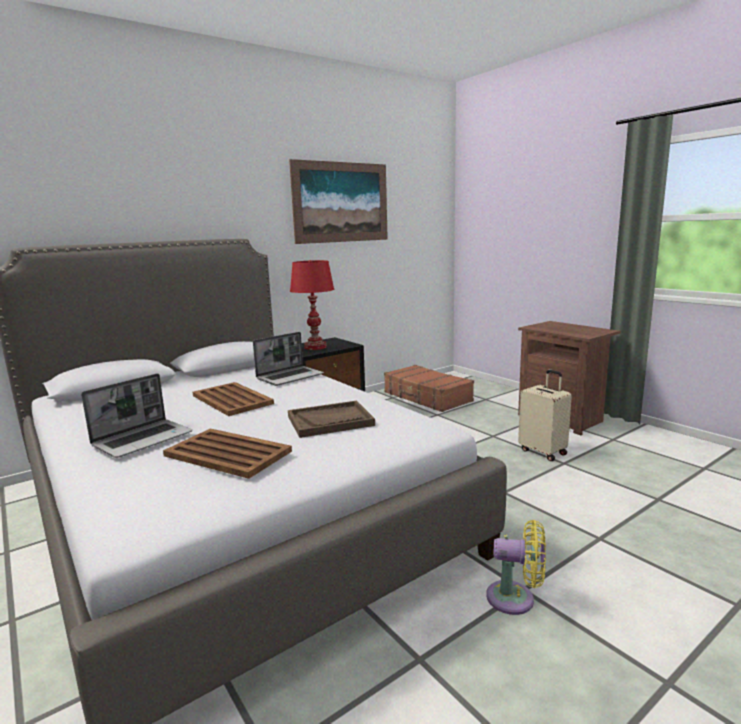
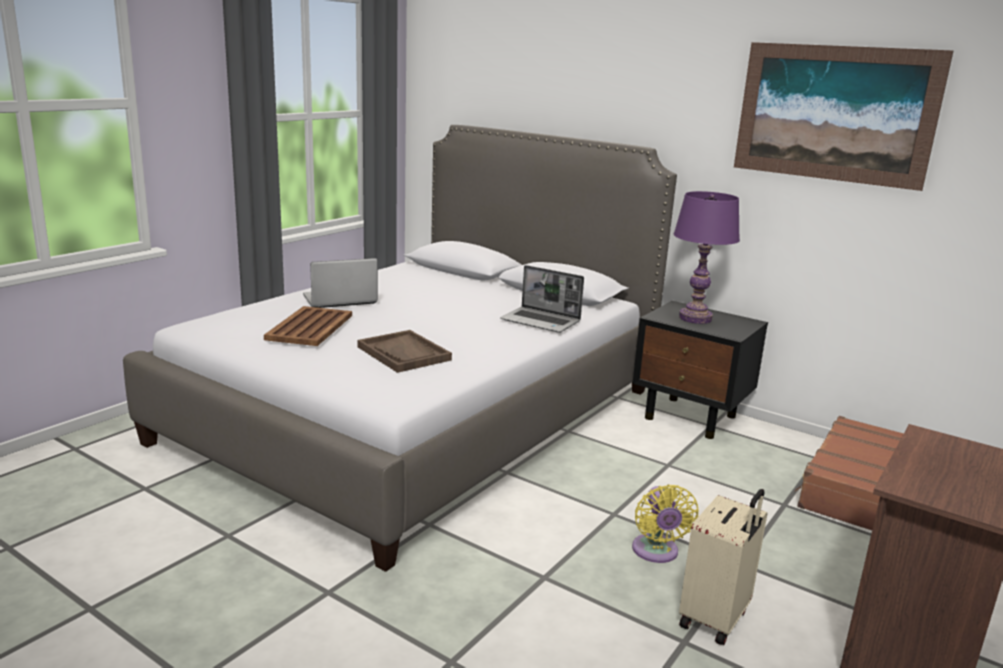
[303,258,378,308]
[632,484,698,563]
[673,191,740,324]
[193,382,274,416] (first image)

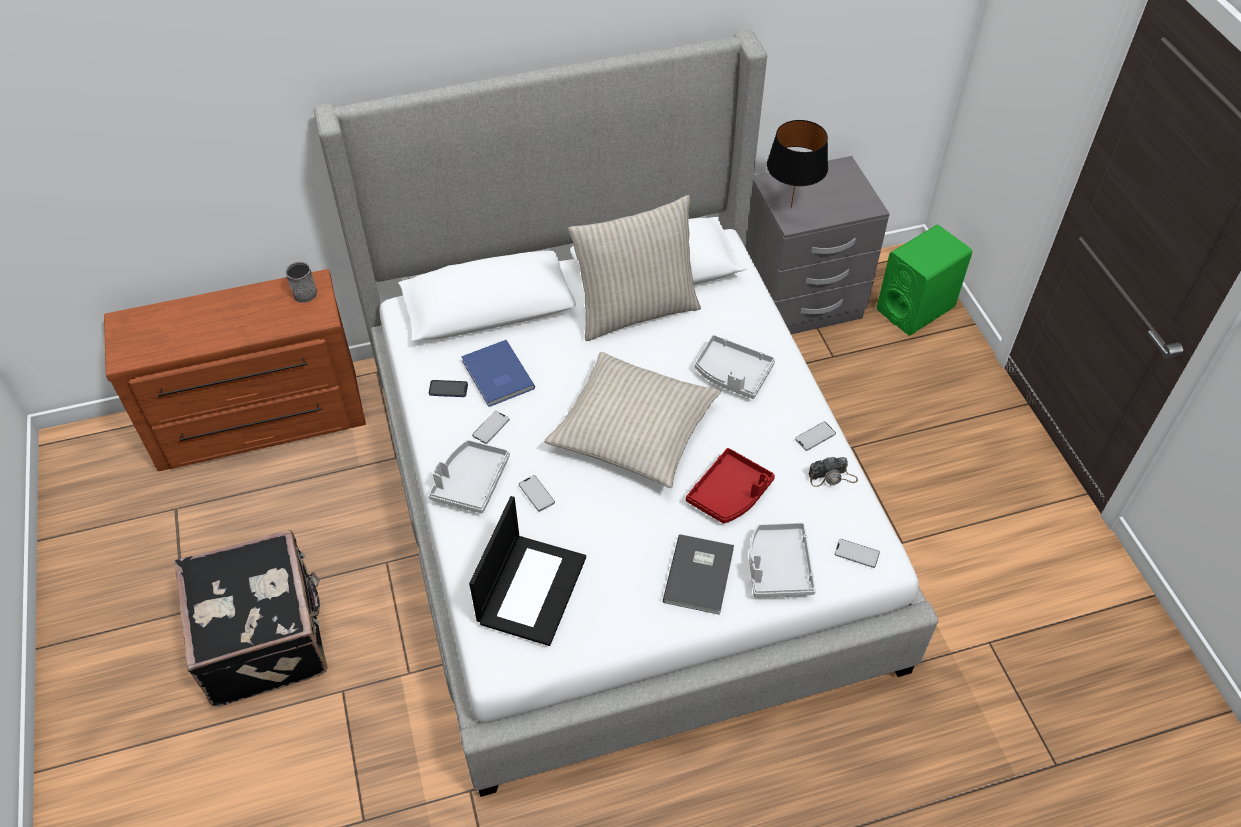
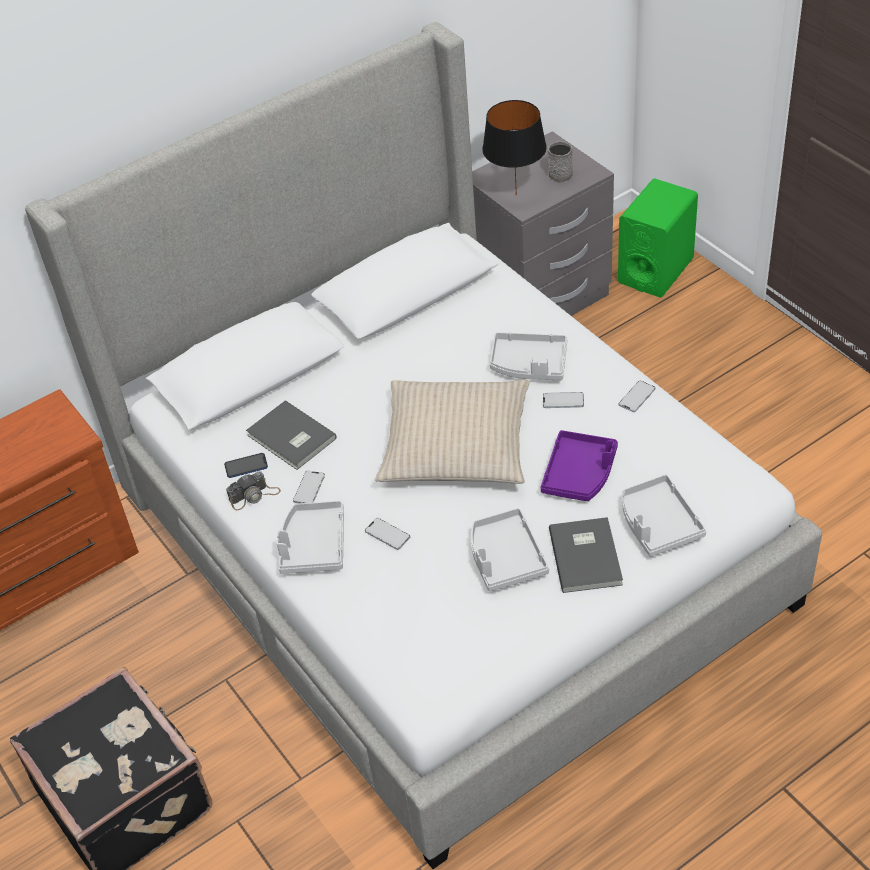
[226,472,281,510]
[246,400,337,470]
[471,508,549,592]
[541,430,618,501]
[543,392,584,408]
[547,141,572,183]
[469,496,586,646] (first image)
[568,195,701,341] (first image)

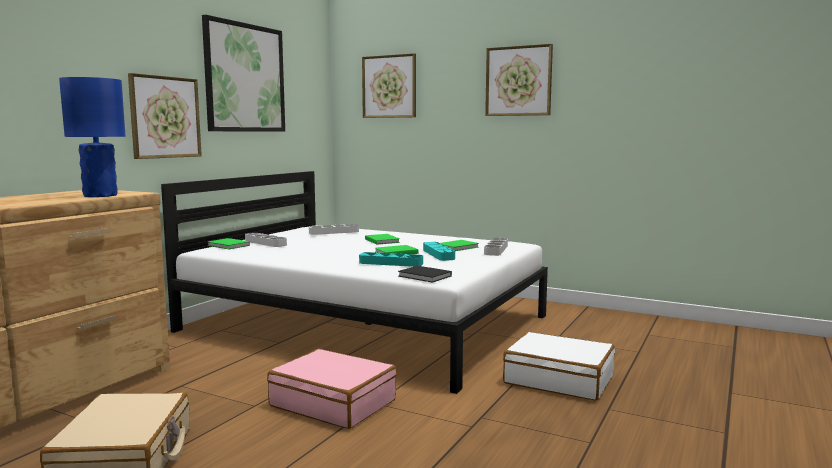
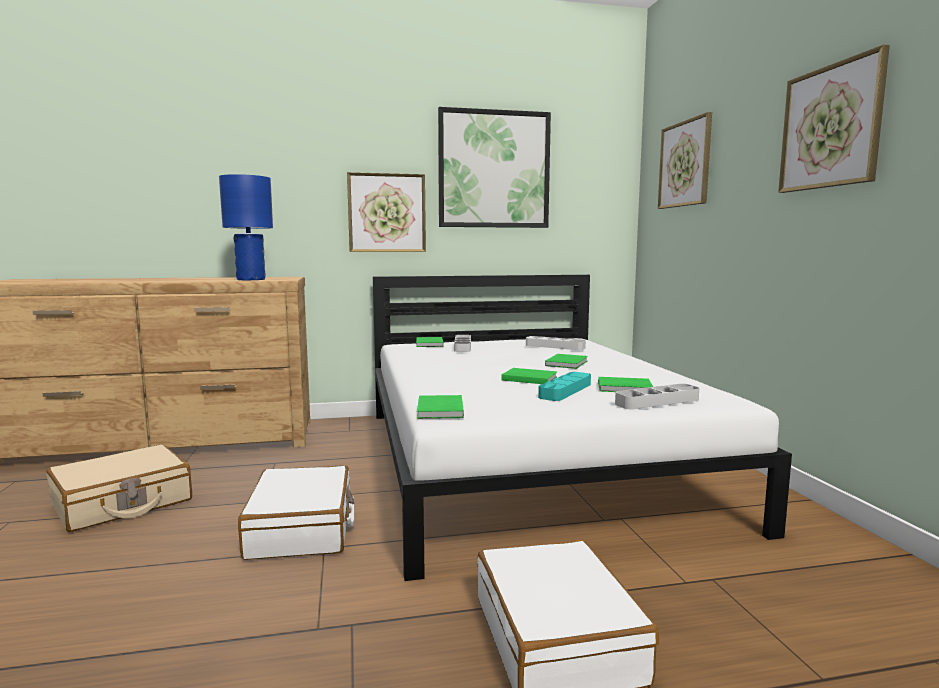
[238,465,354,560]
[417,395,464,419]
[359,252,423,267] (first image)

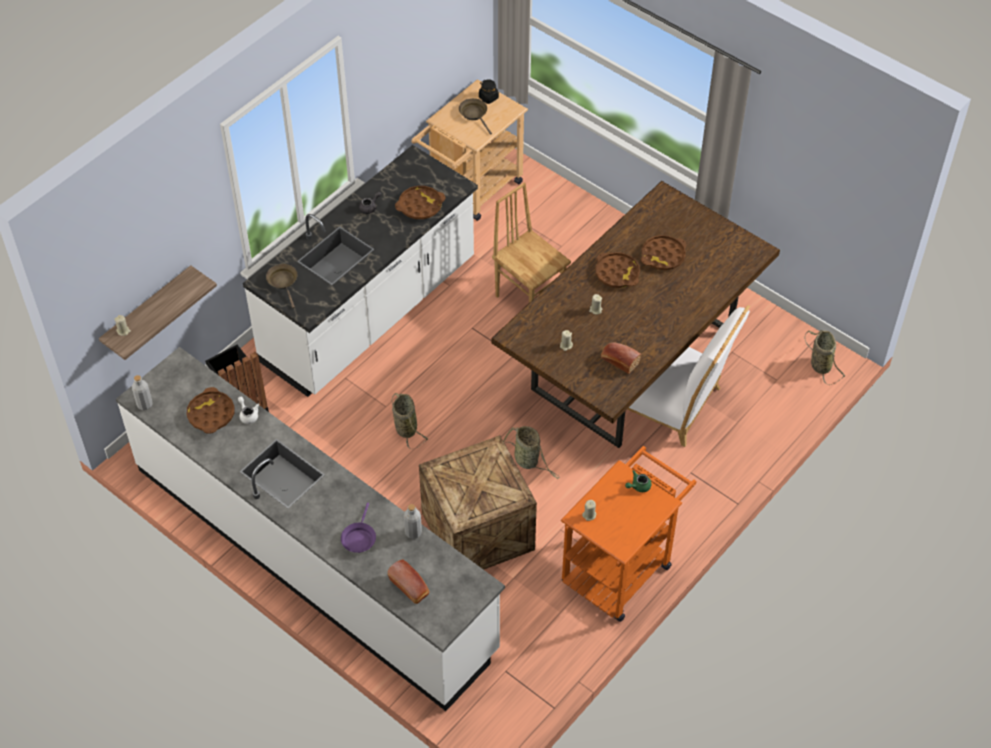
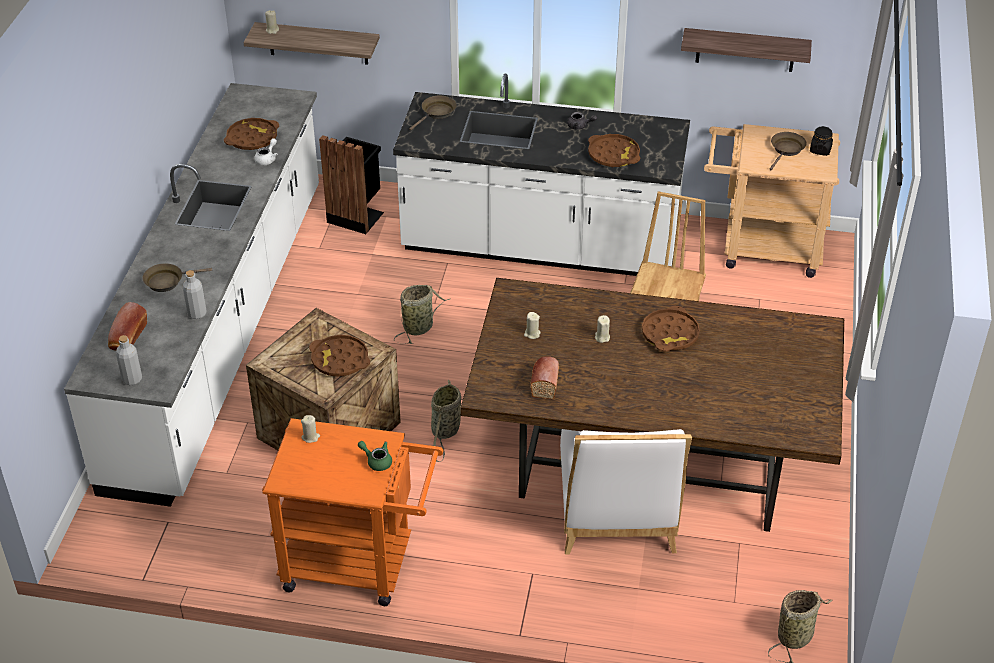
[116,335,142,385]
[142,263,212,292]
[309,335,370,377]
[681,28,812,72]

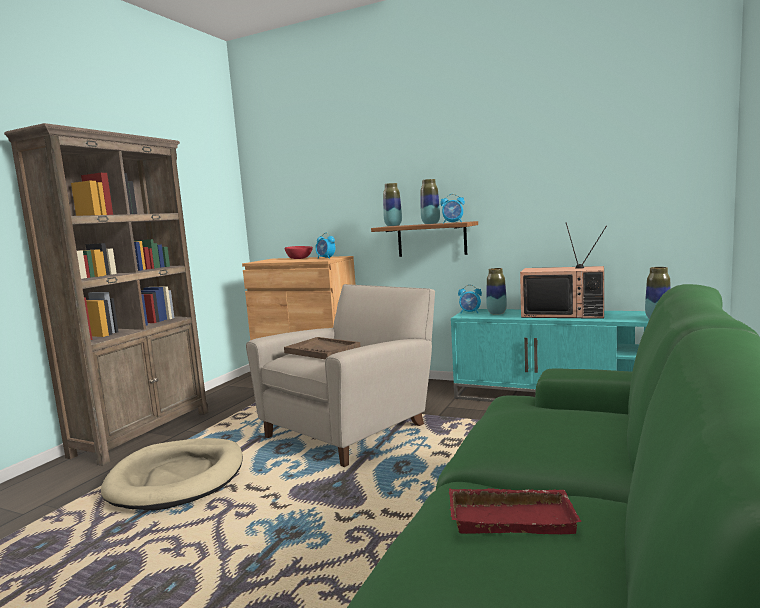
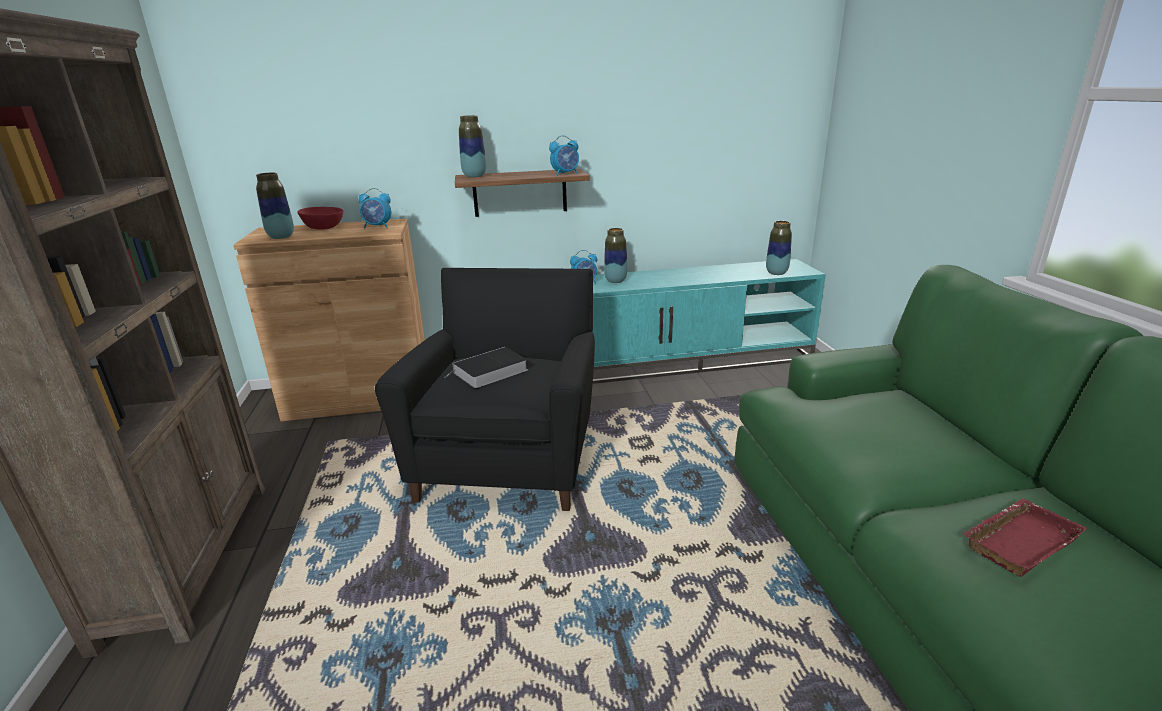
[256,173,294,239]
[375,268,595,511]
[445,347,528,388]
[101,438,243,511] (first image)
[520,222,607,319] (first image)

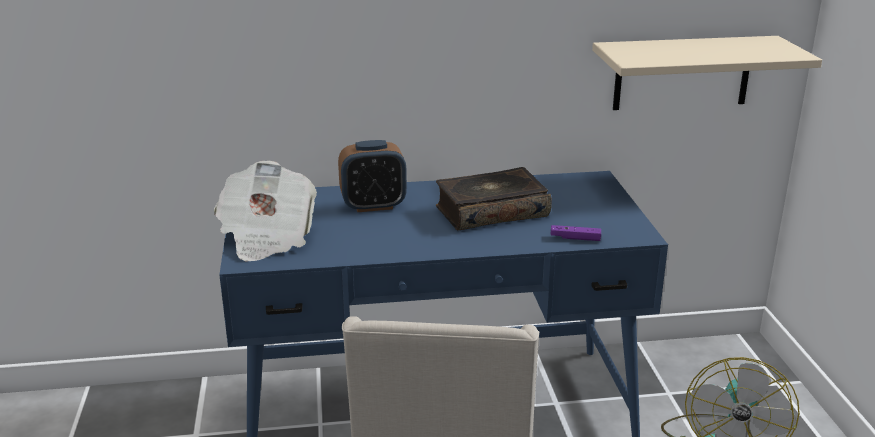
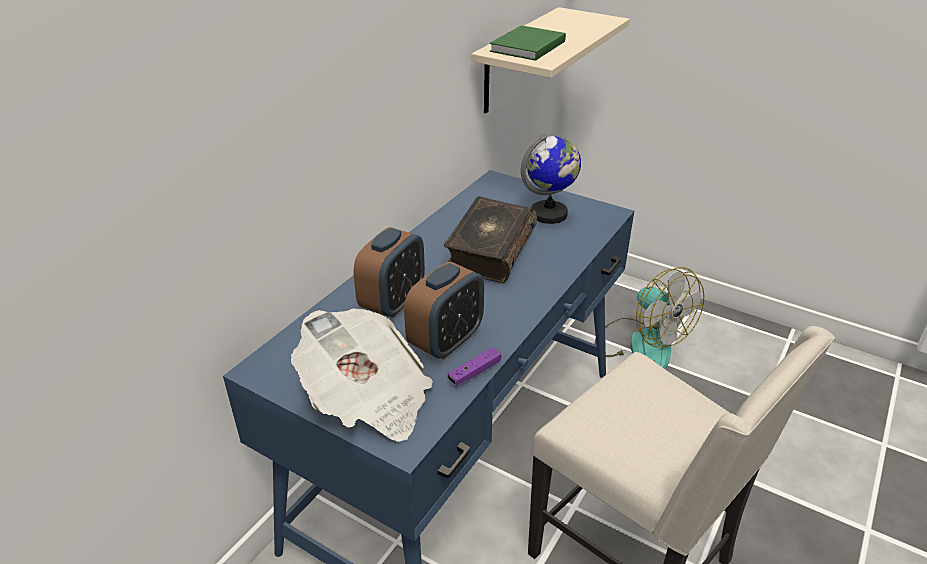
[404,262,484,359]
[448,347,501,386]
[490,25,566,61]
[521,133,581,224]

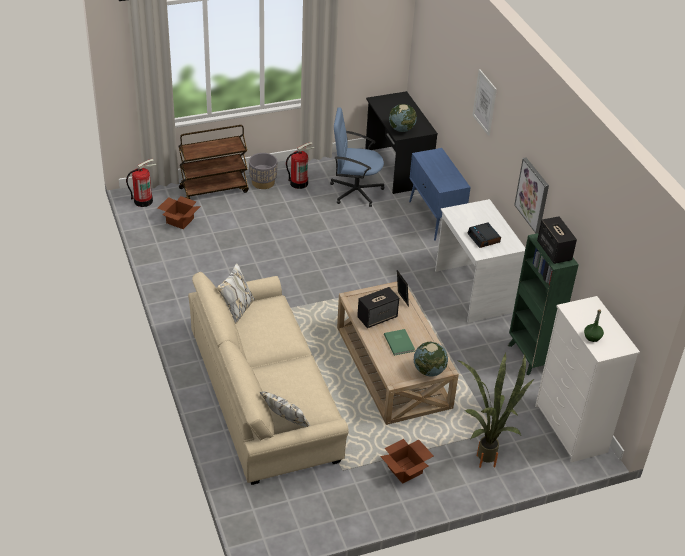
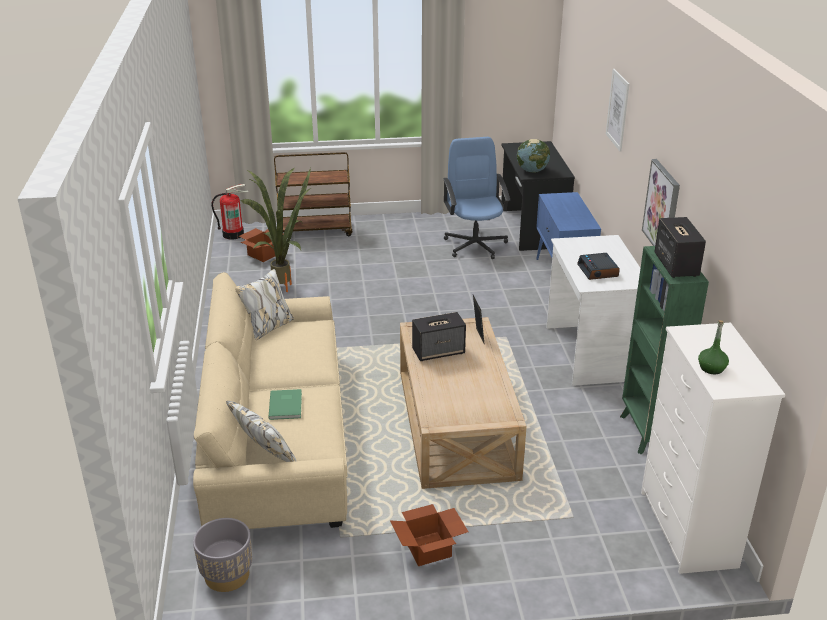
[193,518,252,592]
[240,168,311,292]
[268,389,302,420]
[443,137,510,259]
[286,142,314,189] (first image)
[414,342,448,377] (first image)

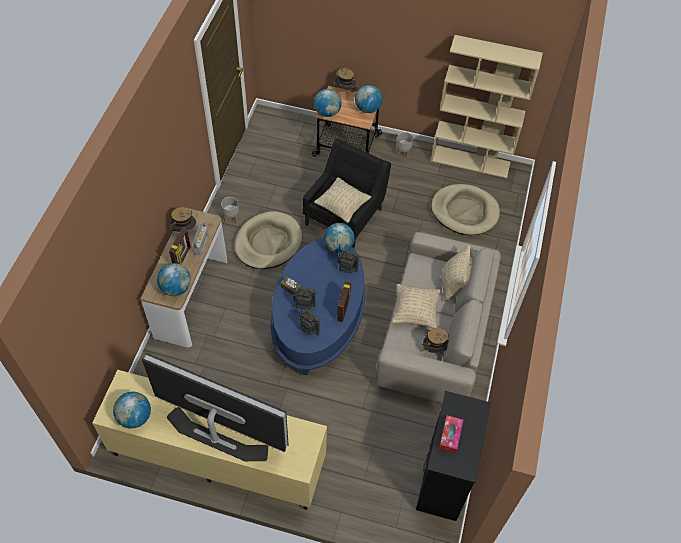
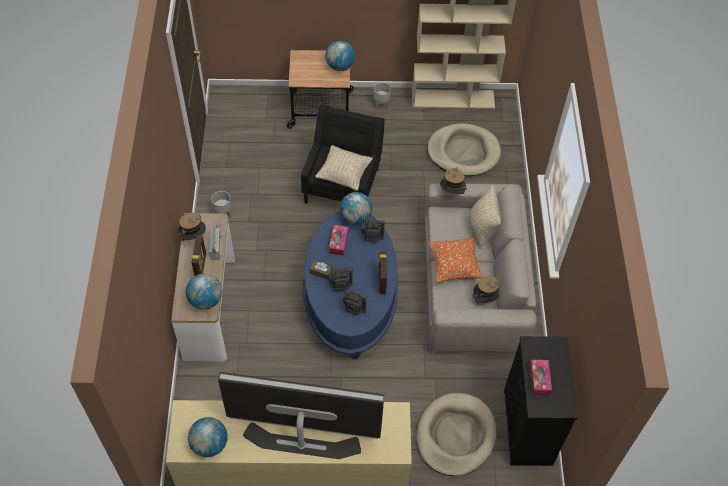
[329,225,349,256]
[417,393,497,476]
[429,238,482,283]
[440,168,467,194]
[314,89,342,117] (first image)

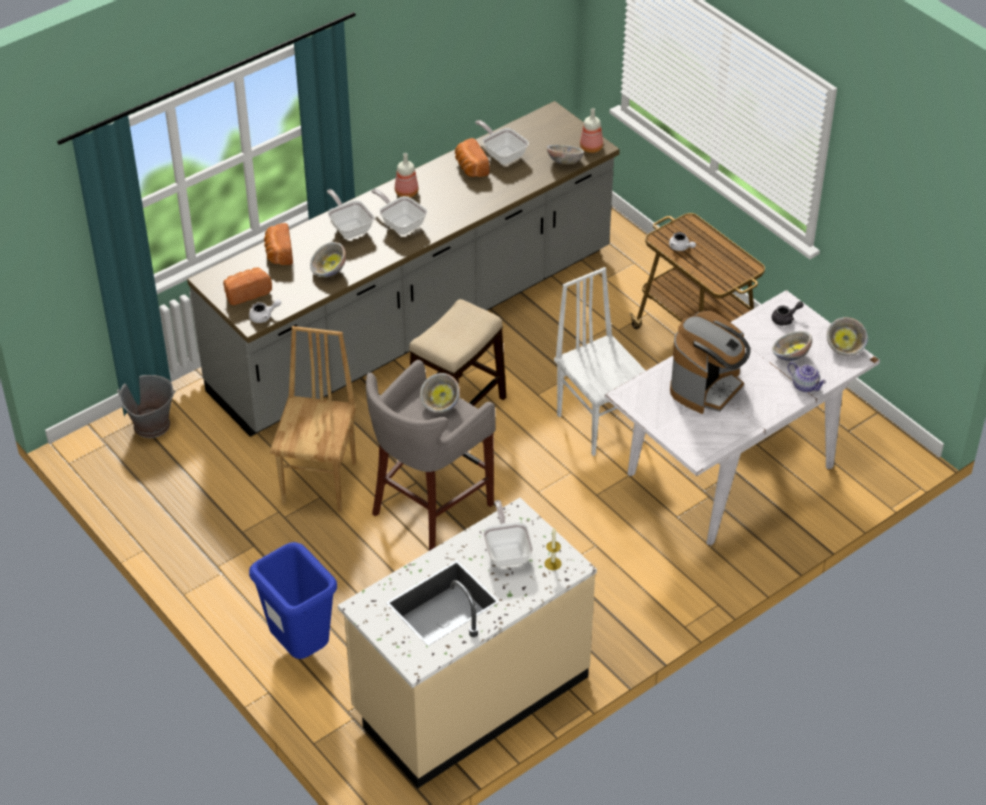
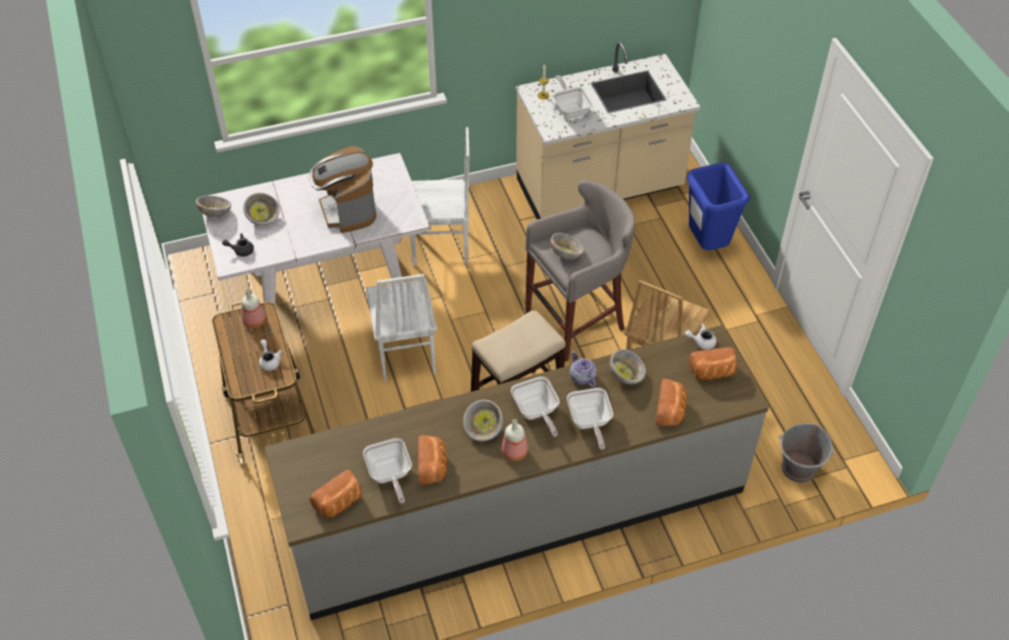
[242,289,266,328]
[309,146,377,233]
[310,470,362,518]
[410,127,469,266]
[463,400,503,441]
[553,75,593,119]
[570,351,597,388]

